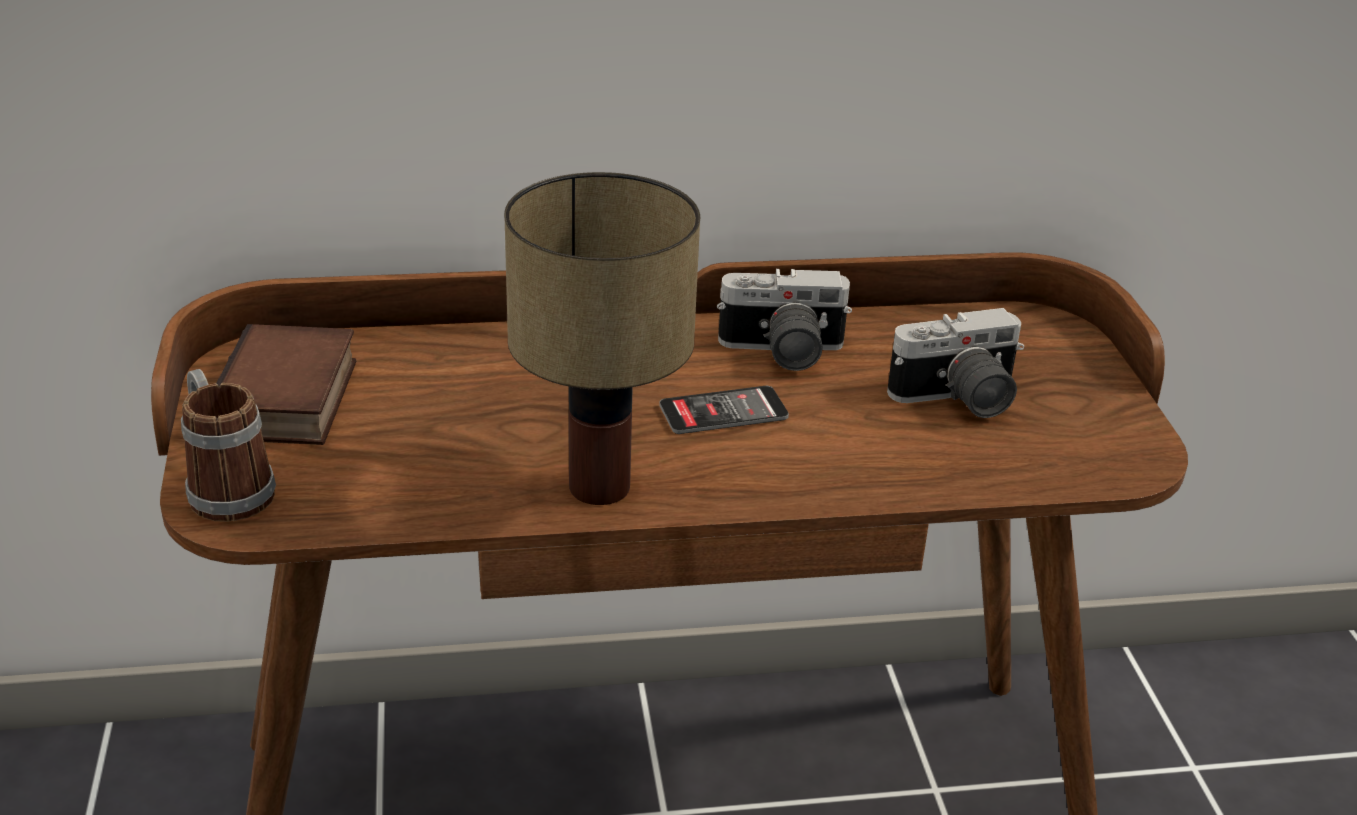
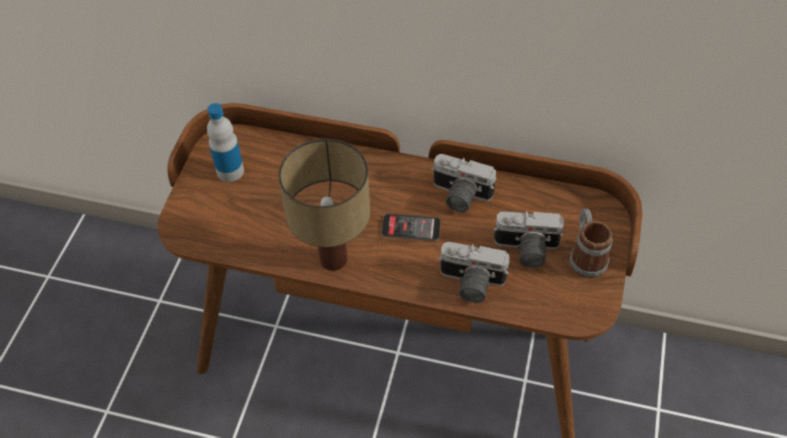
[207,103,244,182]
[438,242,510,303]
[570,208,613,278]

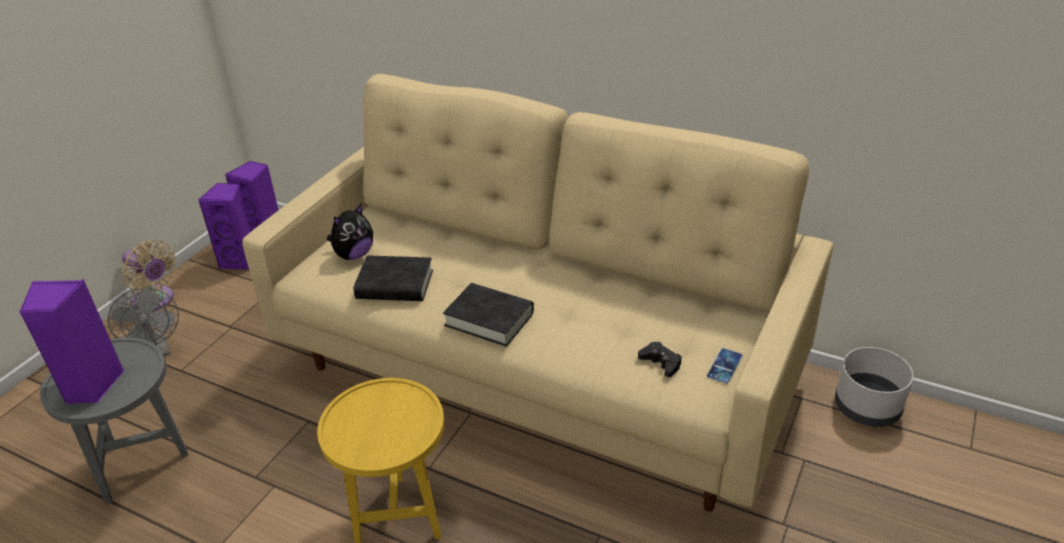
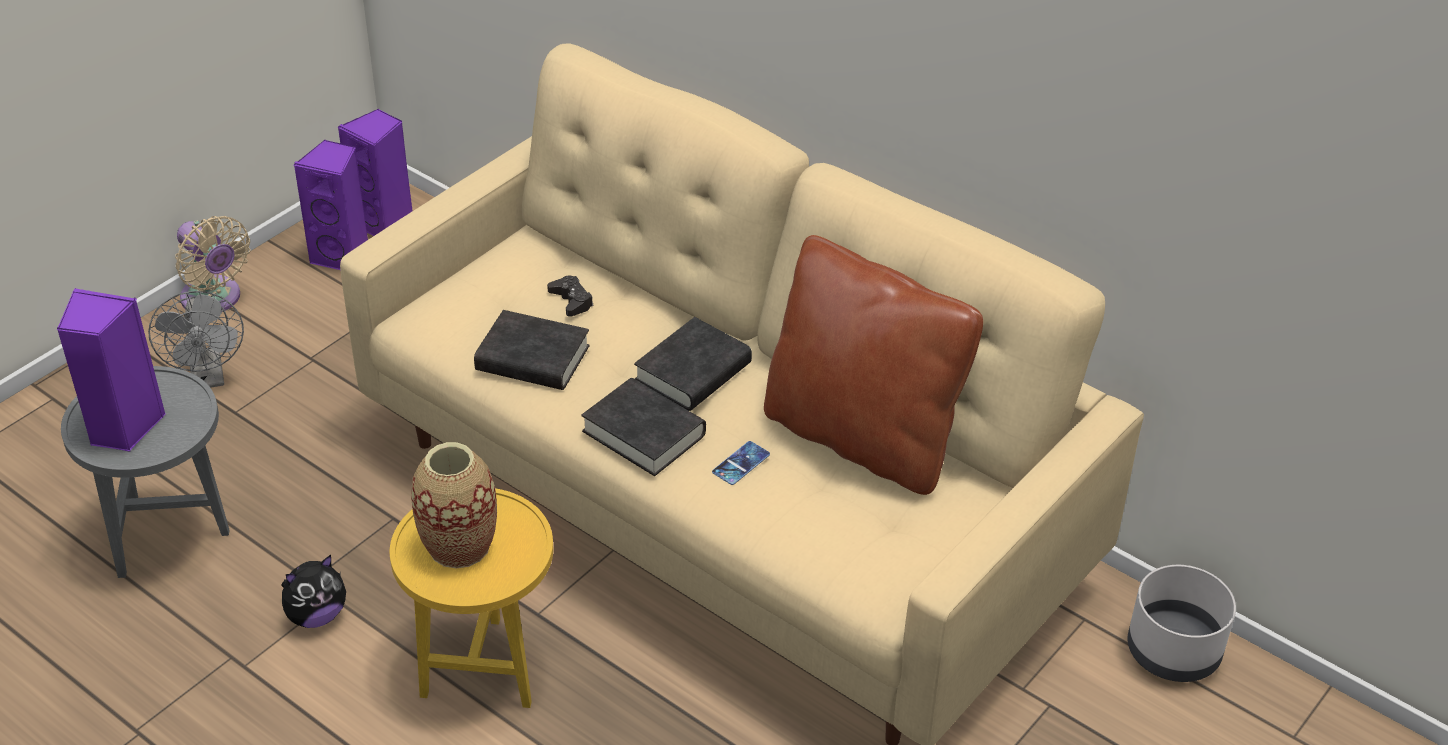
[281,555,346,628]
[411,442,497,569]
[547,276,594,317]
[634,317,752,411]
[712,441,770,485]
[764,235,983,495]

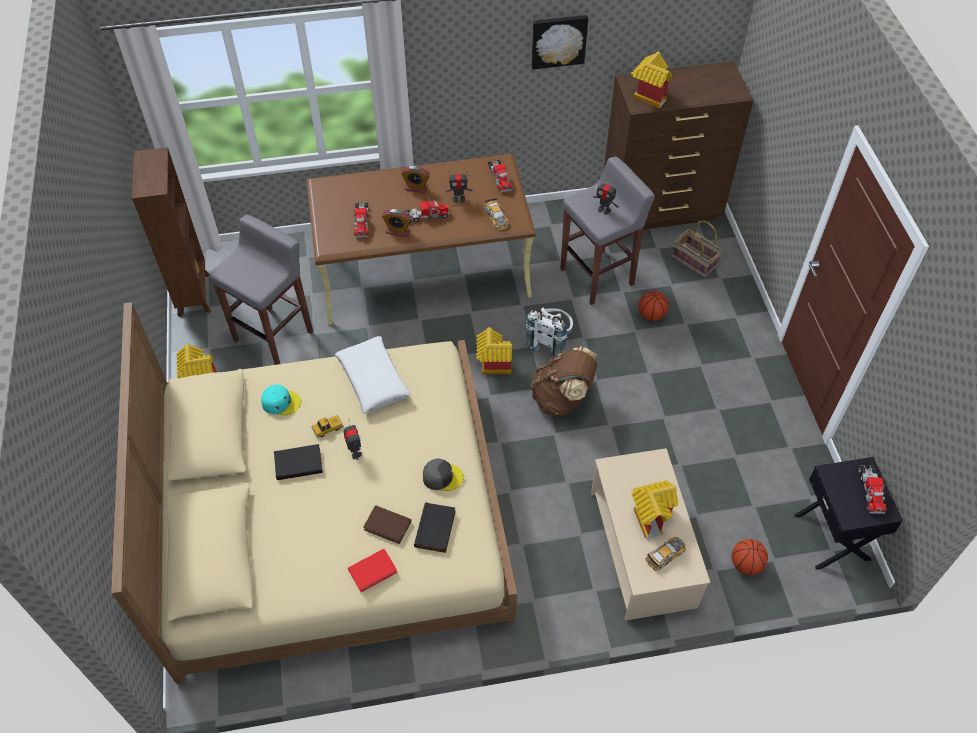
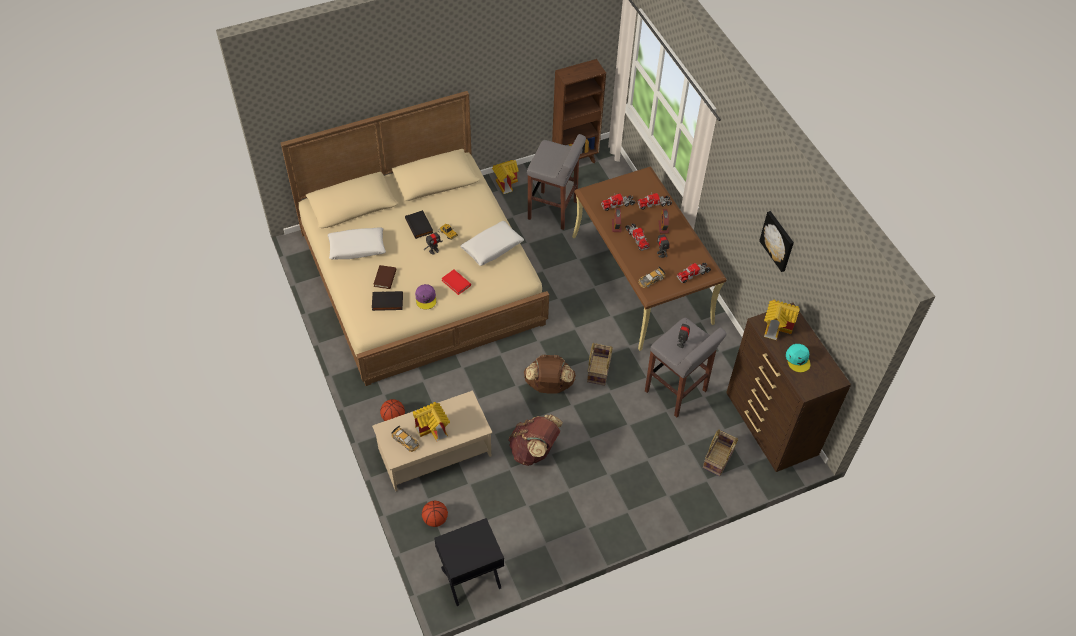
[328,227,386,260]
[380,399,405,421]
[415,284,436,309]
[441,270,471,295]
[509,414,563,466]
[587,343,613,386]
[638,193,672,210]
[786,344,811,372]
[476,327,512,374] (first image)

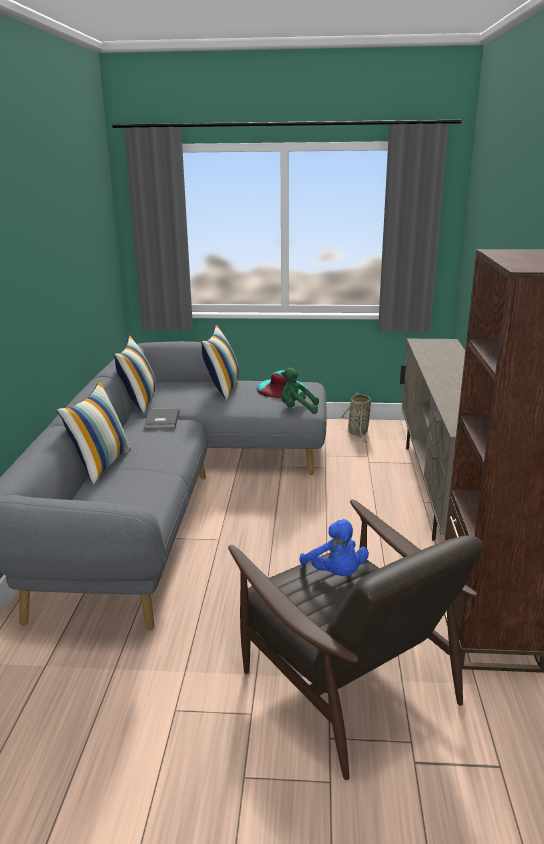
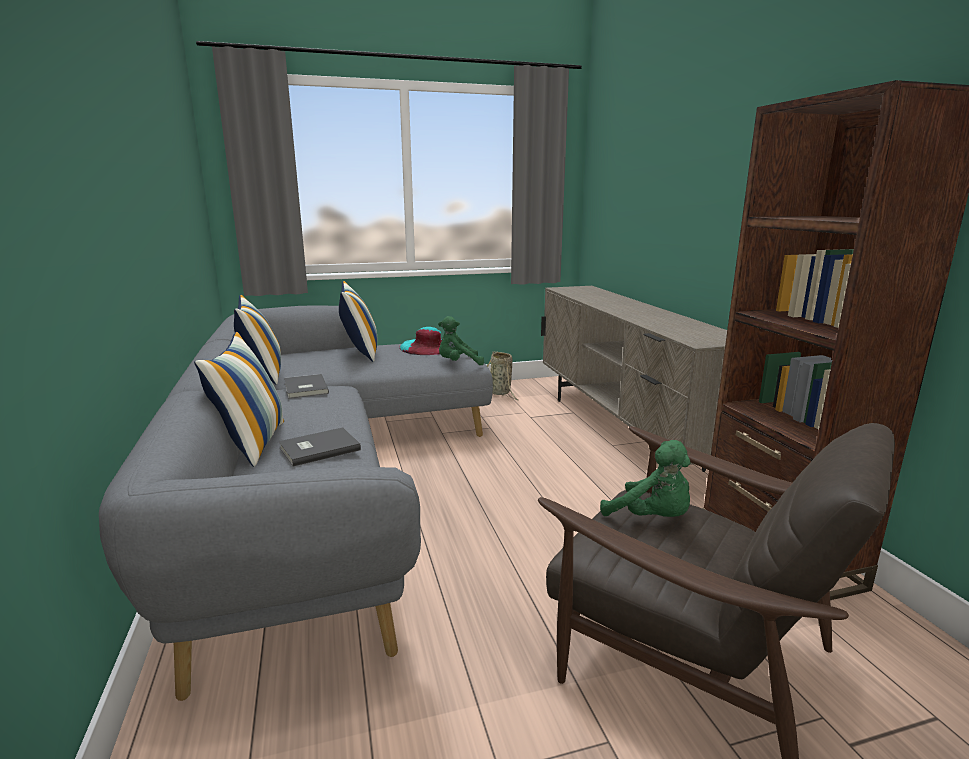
[279,427,361,466]
[600,440,691,517]

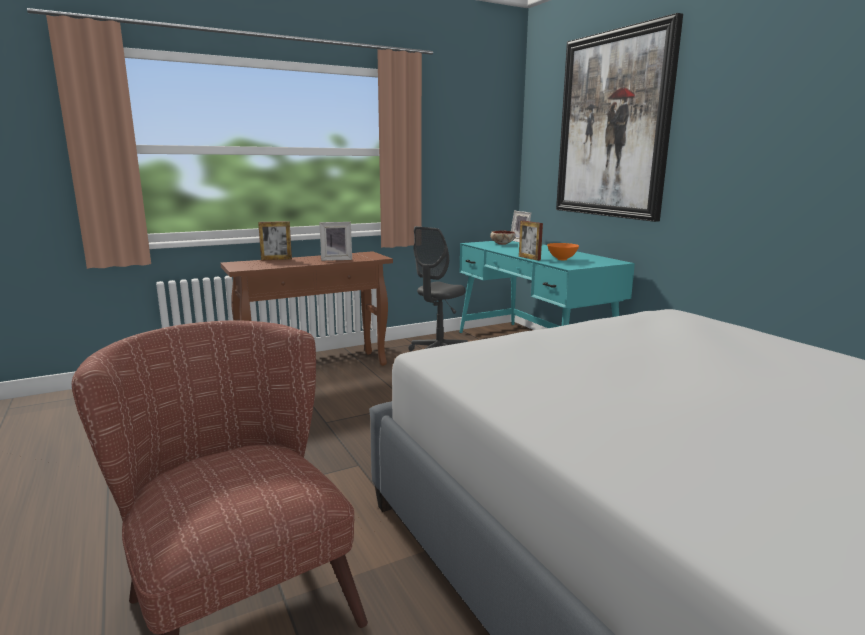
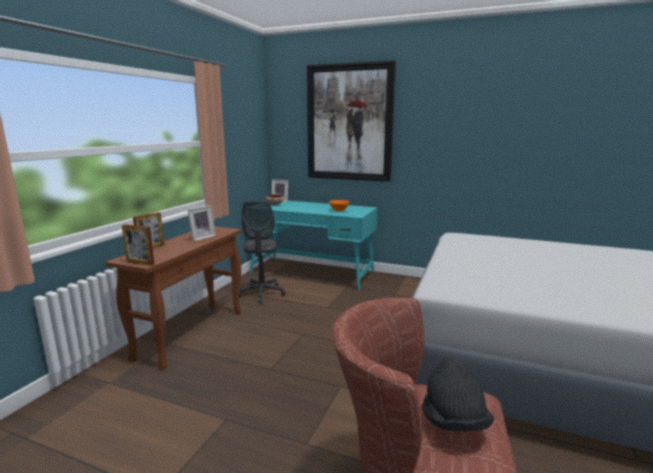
[122,224,154,266]
[422,358,494,432]

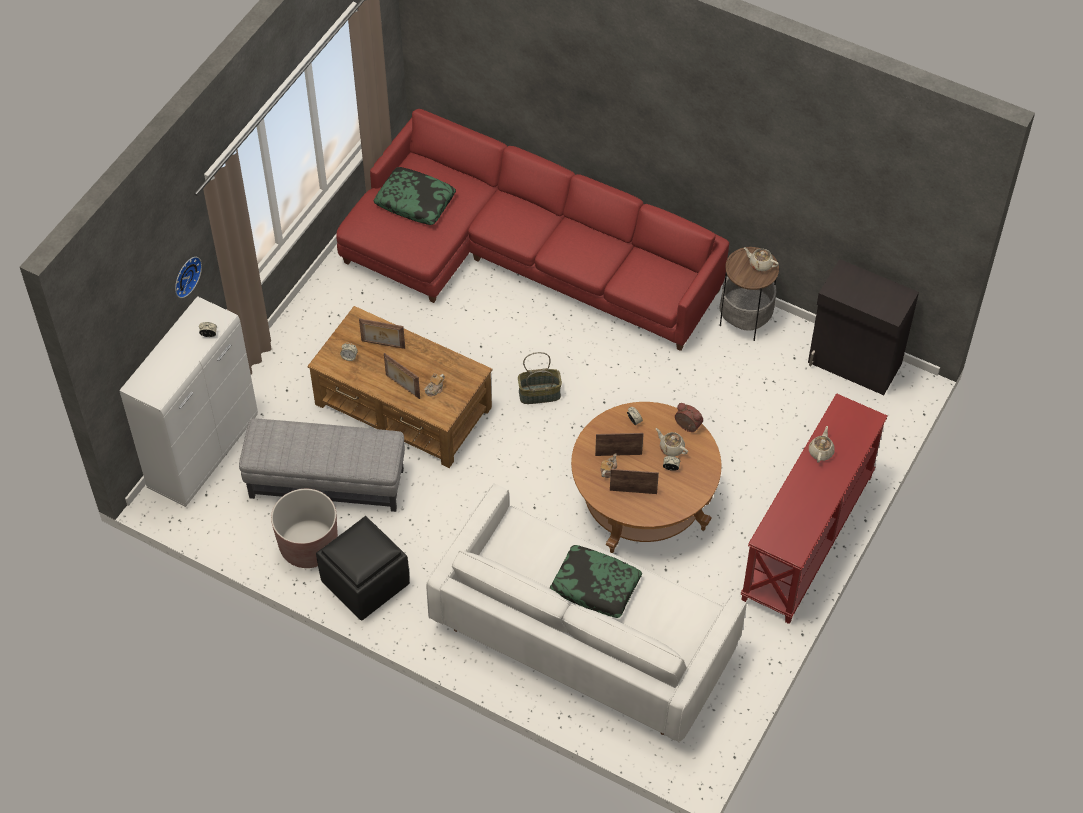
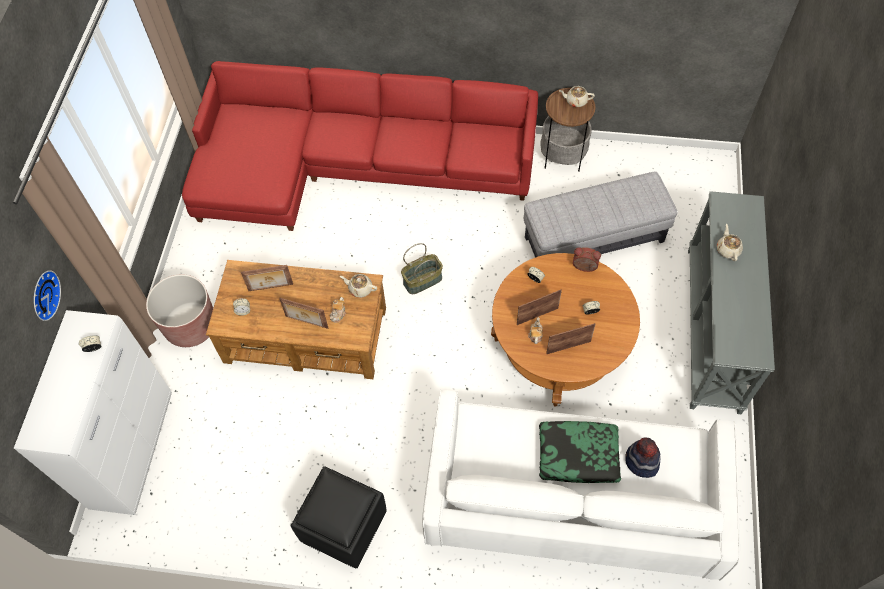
[146,274,213,347]
[340,274,377,298]
[524,171,677,258]
[625,437,661,478]
[688,191,775,414]
[374,167,456,225] (first image)
[808,259,919,395] (first image)

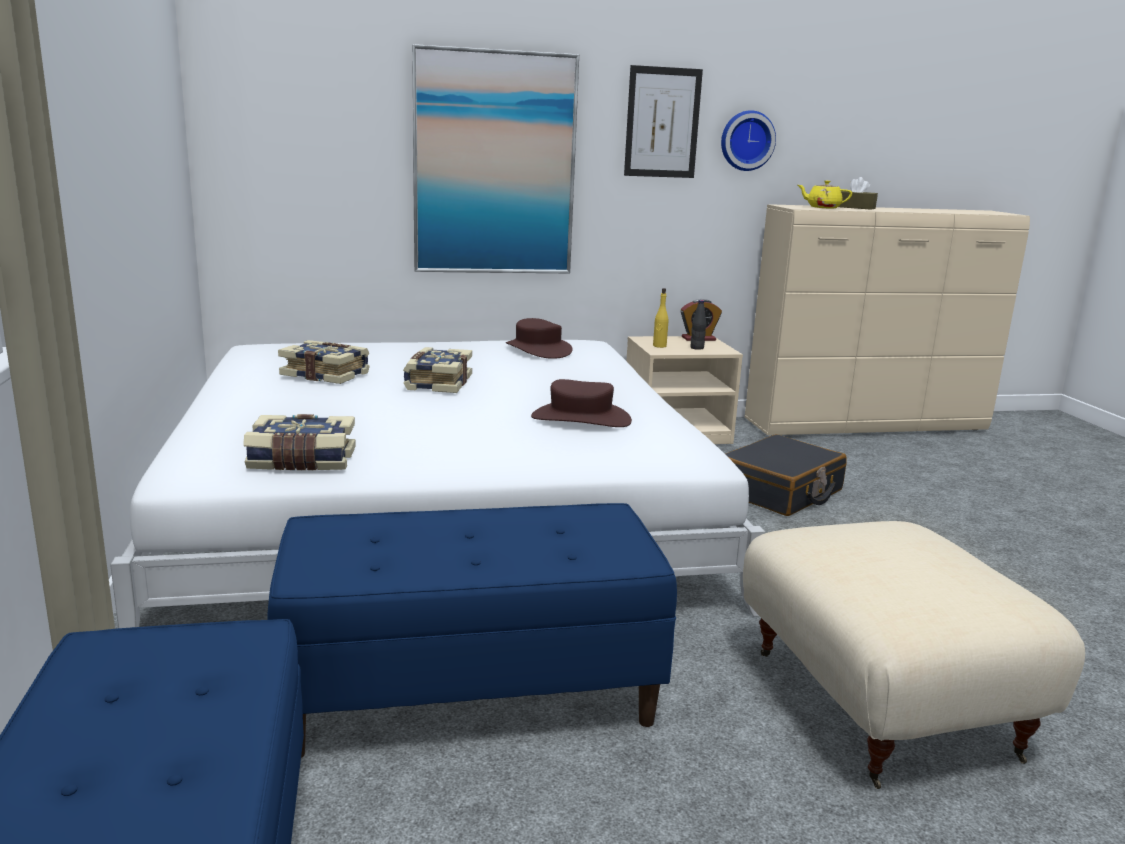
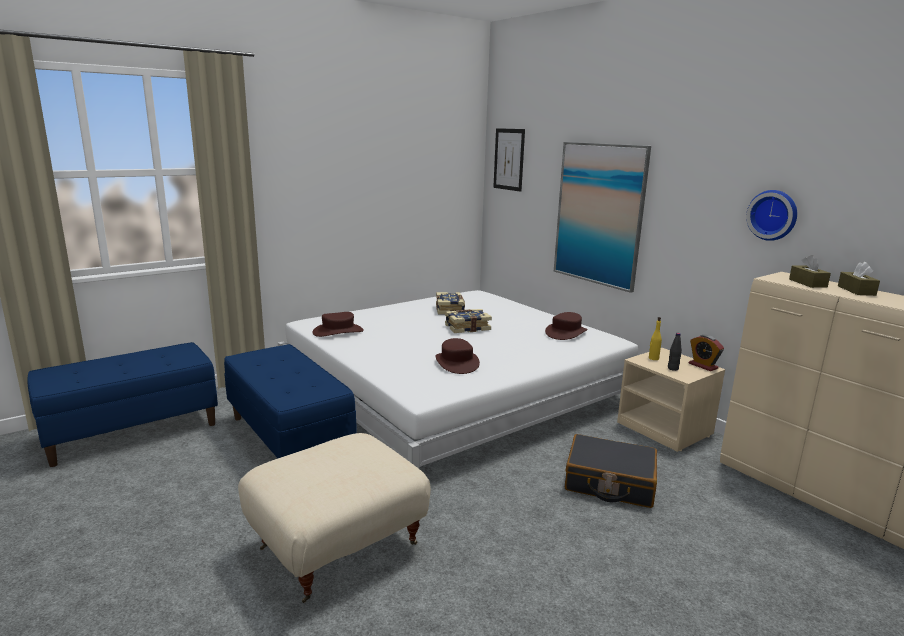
[312,312,364,337]
[493,128,525,192]
[789,255,831,288]

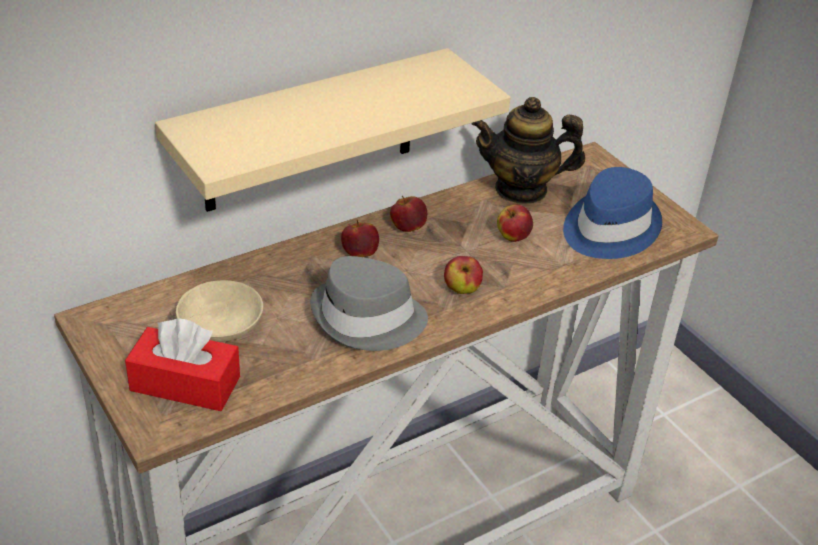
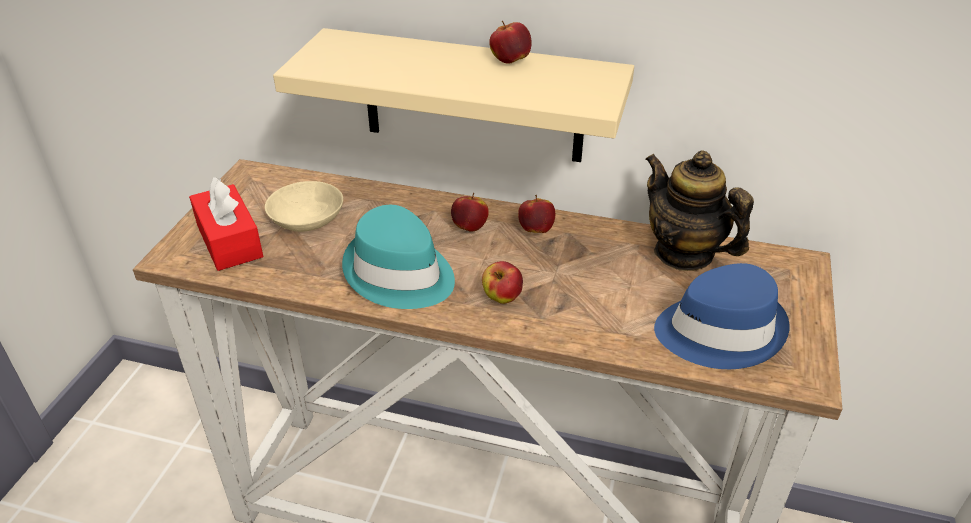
[342,205,455,309]
[489,21,532,64]

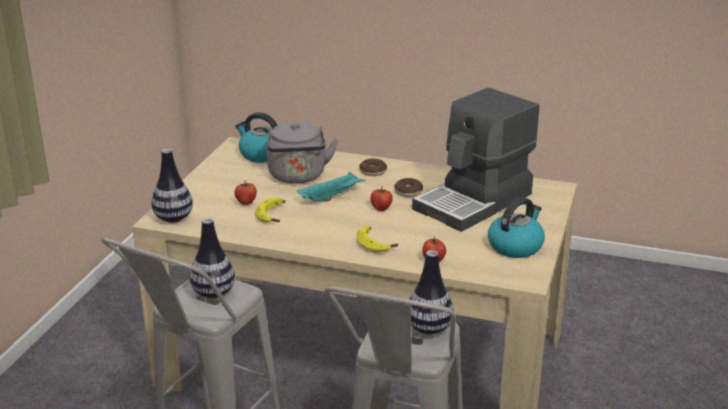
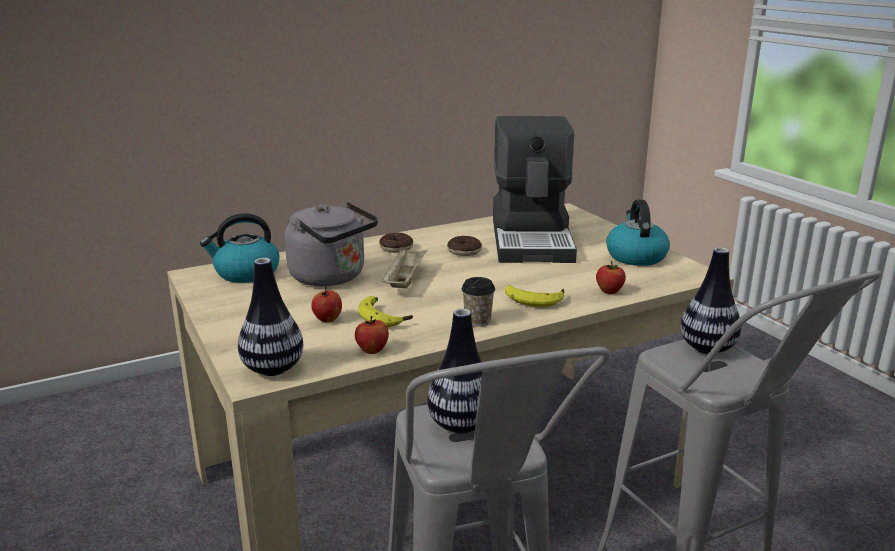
[355,316,389,354]
[381,248,428,288]
[462,277,495,327]

